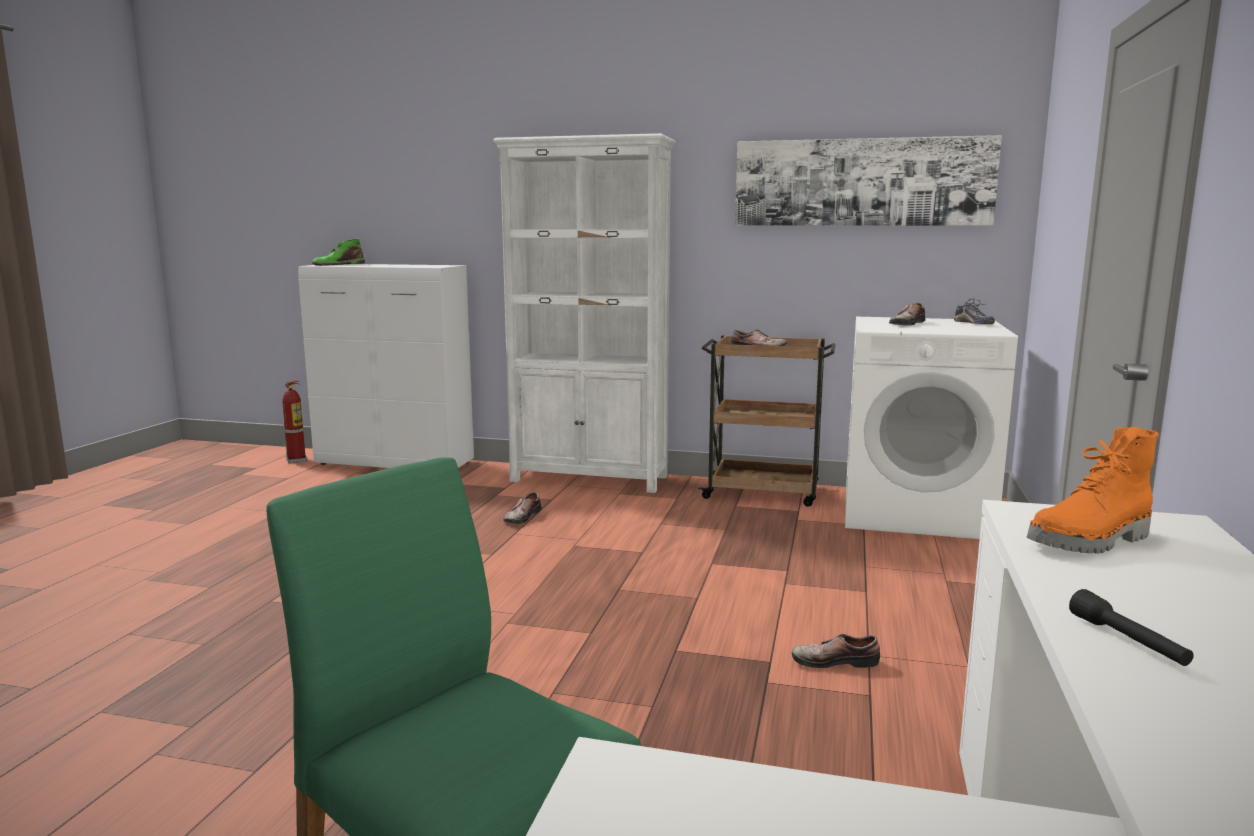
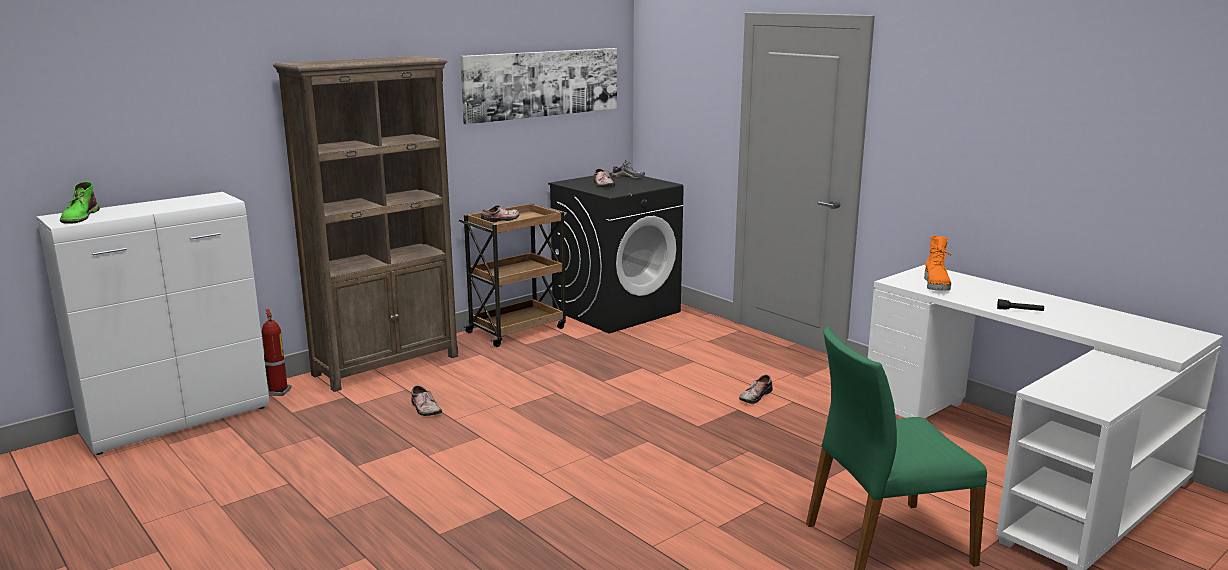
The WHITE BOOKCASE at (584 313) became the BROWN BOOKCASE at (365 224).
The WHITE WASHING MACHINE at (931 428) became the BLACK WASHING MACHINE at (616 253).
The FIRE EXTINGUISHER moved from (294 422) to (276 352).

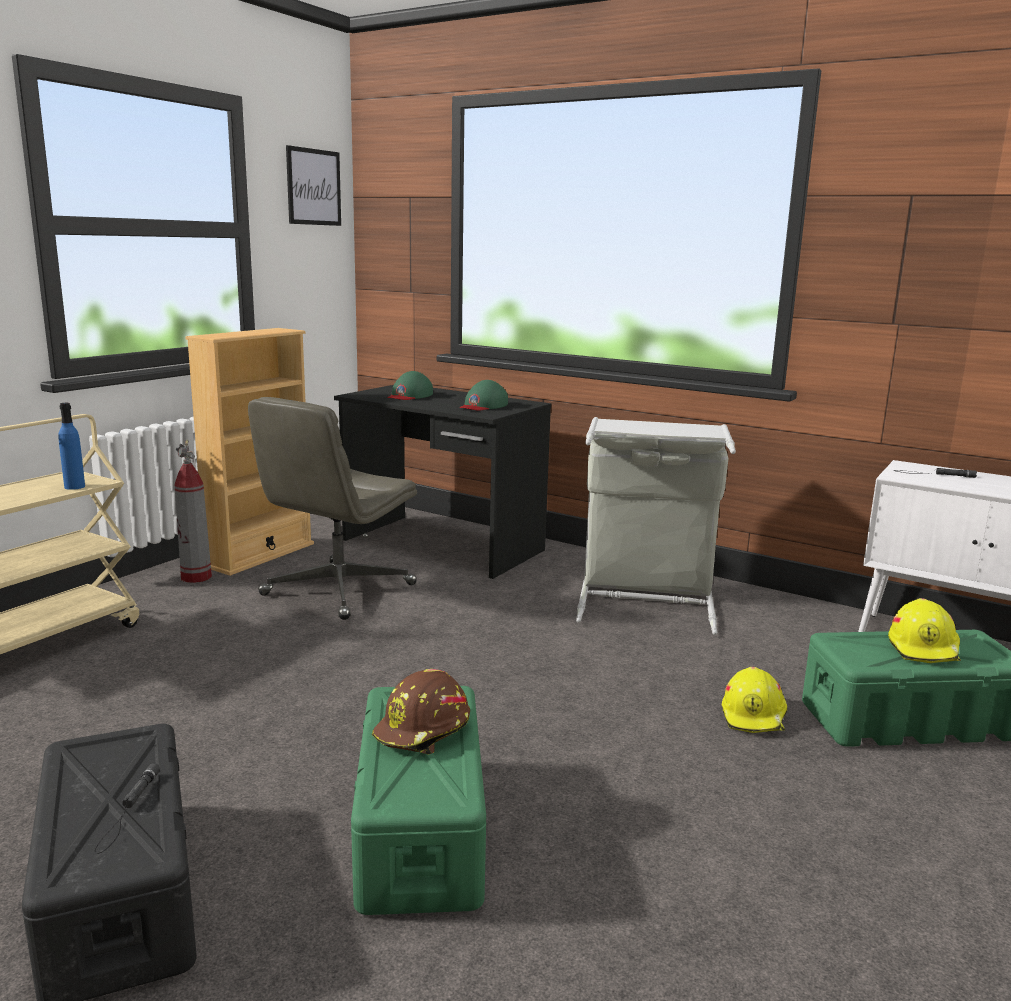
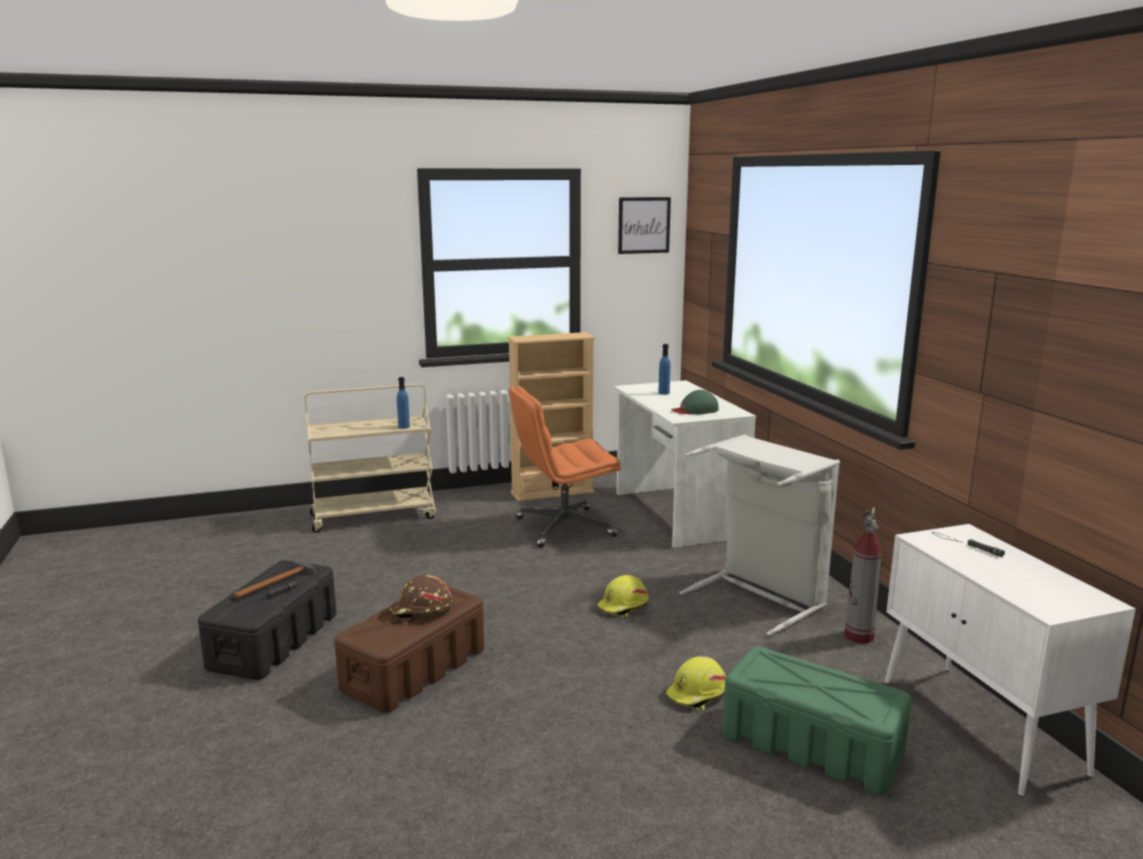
The GREEN CAP at (410 385) was replaced by the BLUE BOTTLE at (664 369).
The BLACK DESK at (442 482) became the WHITE DESK at (685 464).
The GREY OFFICE CHAIR at (332 508) became the ORANGE OFFICE CHAIR at (565 466).
The FIRE EXTINGUISHER moved from (193 511) to (863 575).
The YELLOW HARD HAT moved from (924 630) to (623 596).
The GREEN STORAGE BOX at (418 800) became the BROWN STORAGE BOX at (409 649).
The HAMMER at (274 579) appeared.

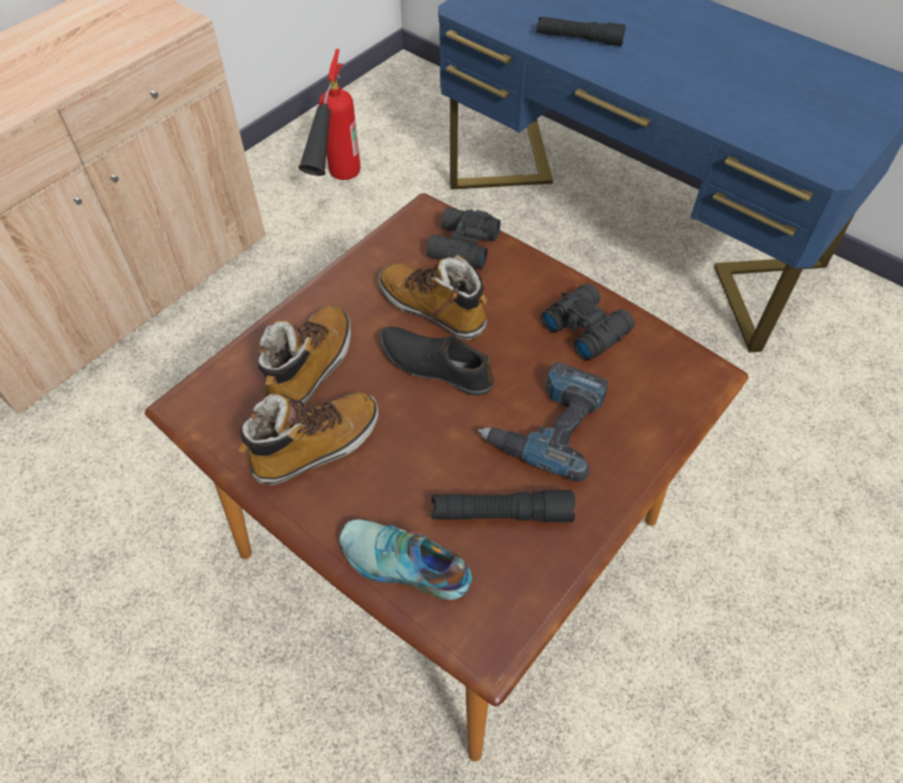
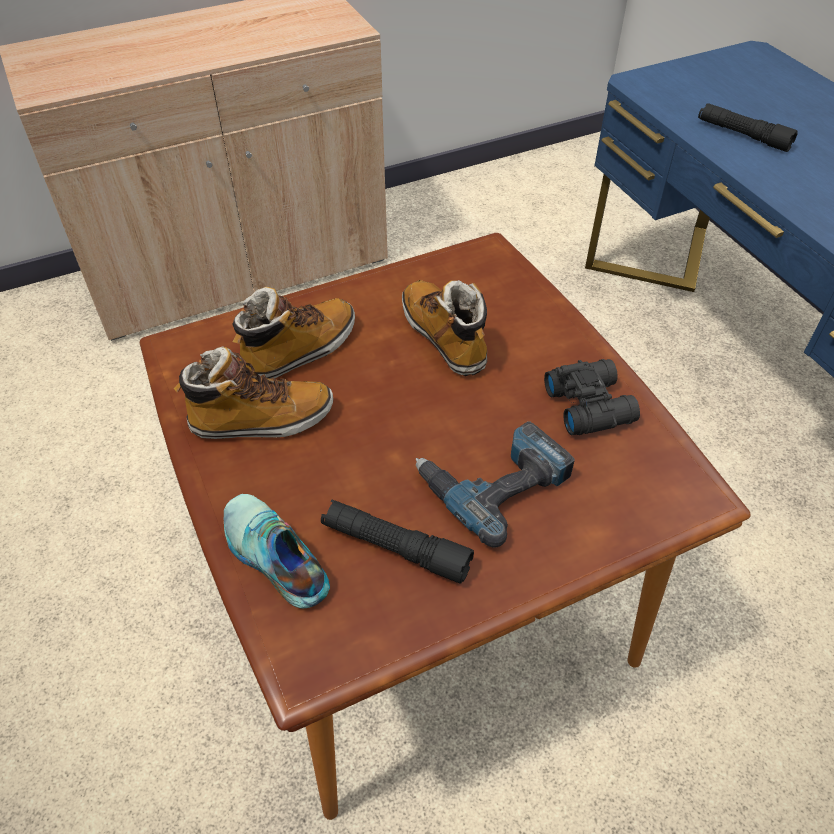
The FIRE EXTINGUISHER at (329 114) disappeared.
The BLACK BINOCULARS at (463 238) disappeared.
The BLACK SHOE at (437 361) disappeared.

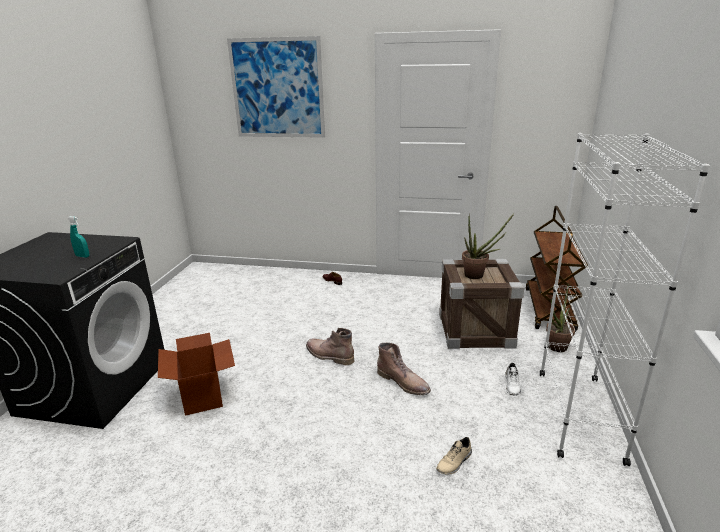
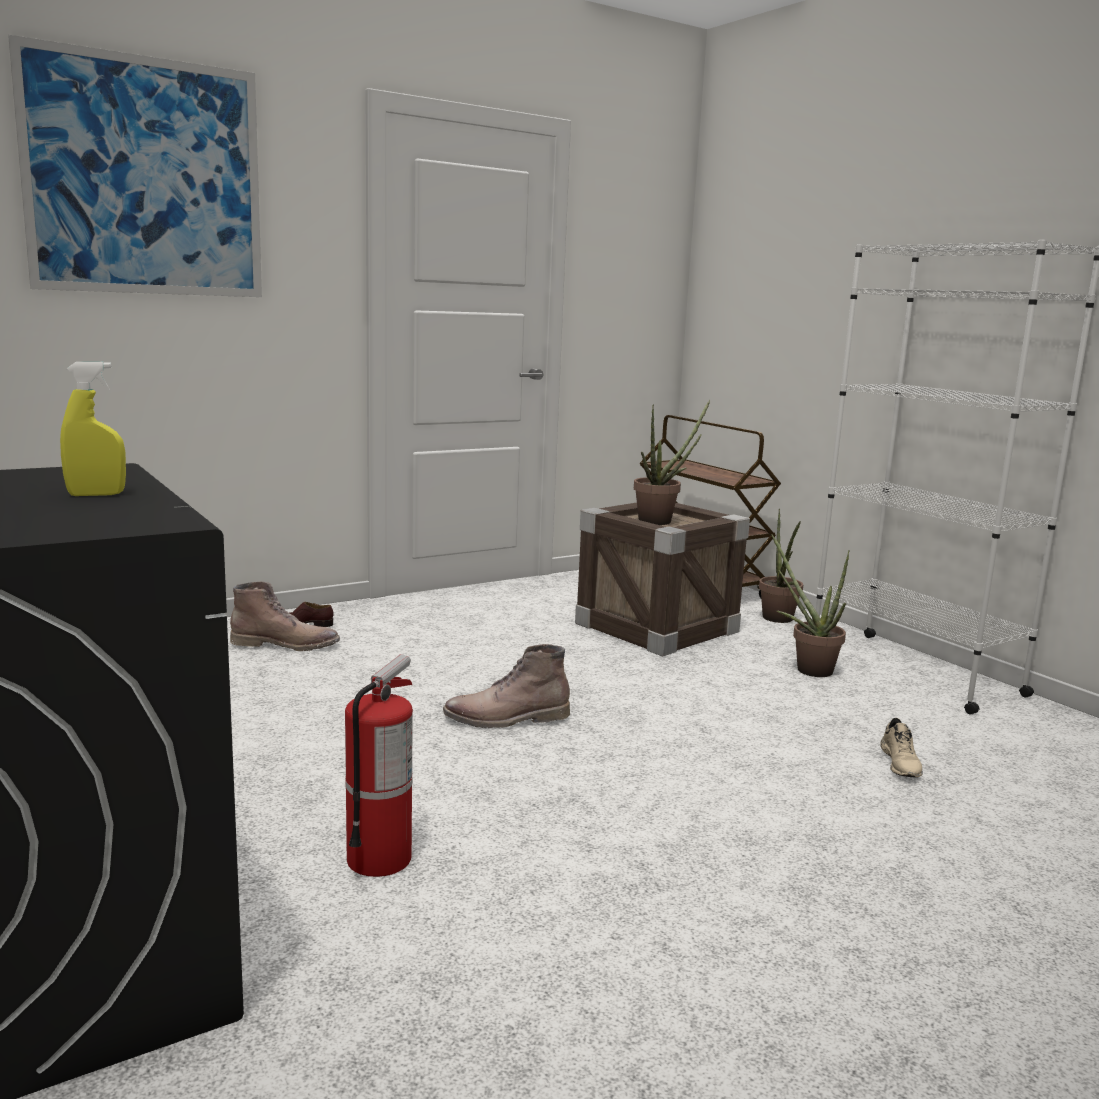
The TURQUOISE SPRAY BOTTLE at (78 237) became the YELLOW SPRAY BOTTLE at (93 429).
The CARDBOARD BOX at (196 374) was replaced by the FIRE EXTINGUISHER at (379 765).
The BROWN BOOT moved from (404 369) to (285 616).
The WHITE SHOE at (513 379) was replaced by the POTTED PLANT at (810 605).

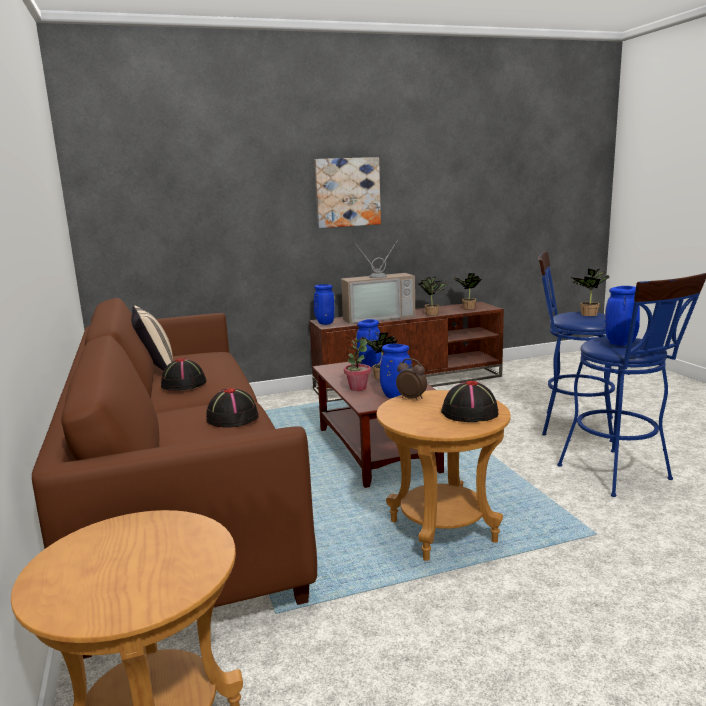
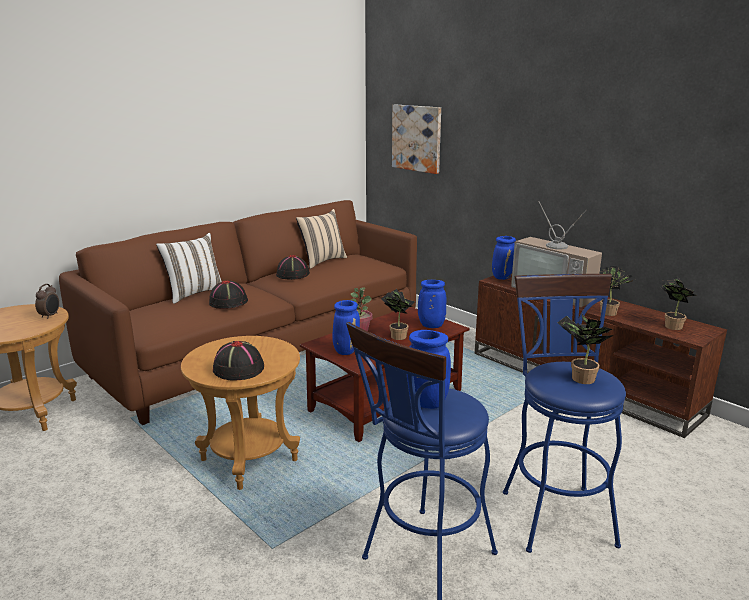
The PICTURE moved from (347 192) to (416 139).
The ALARM CLOCK moved from (411 379) to (47 301).
The WHITE PILLOW at (189 268) appeared.

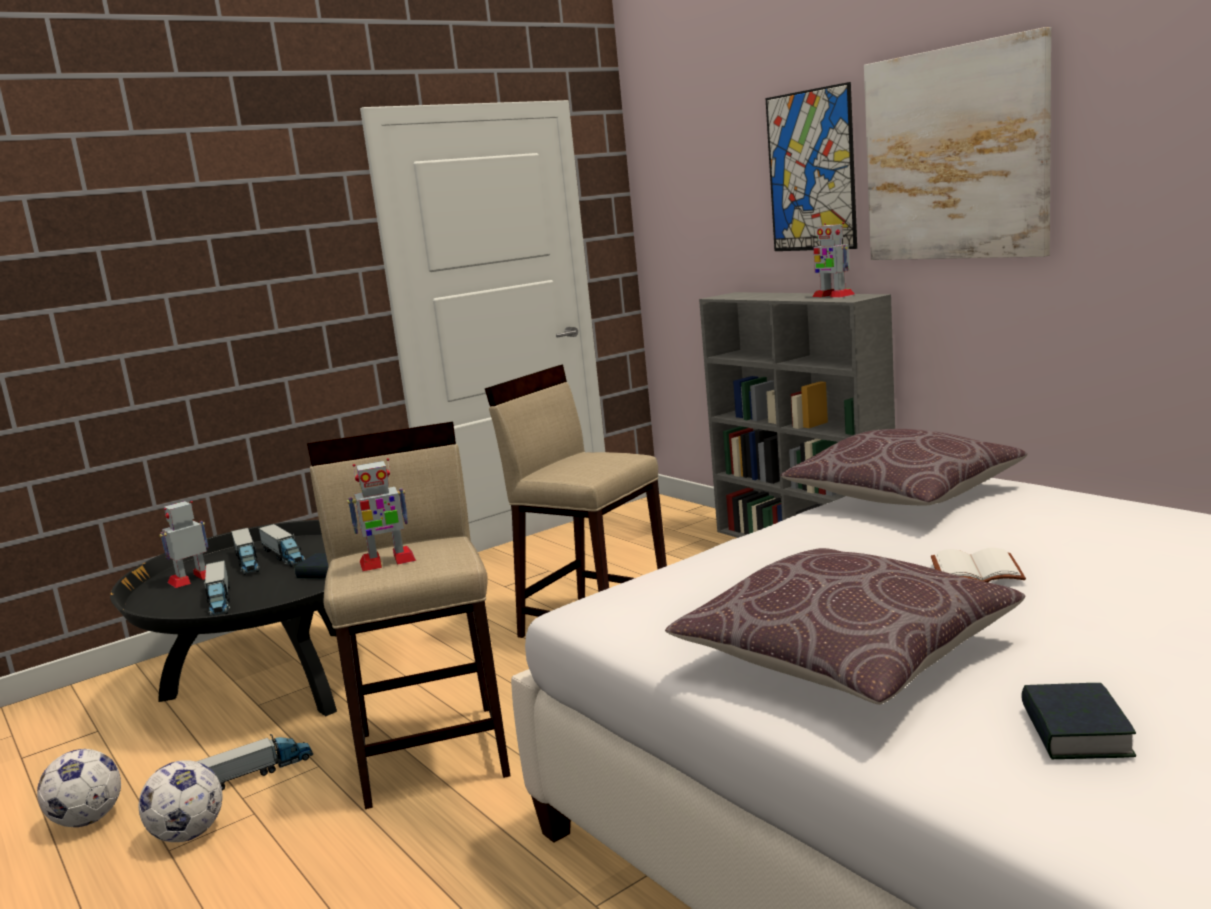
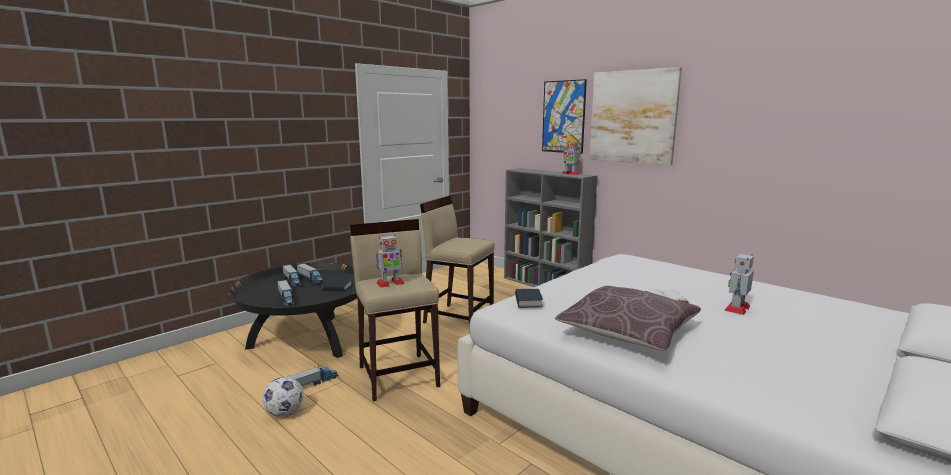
The BROWN PILLOW at (904 467) disappeared.
The TOY ROBOT moved from (183 544) to (739 284).
The BOOK moved from (1078 721) to (529 298).
The FOOTBALL at (79 788) disappeared.

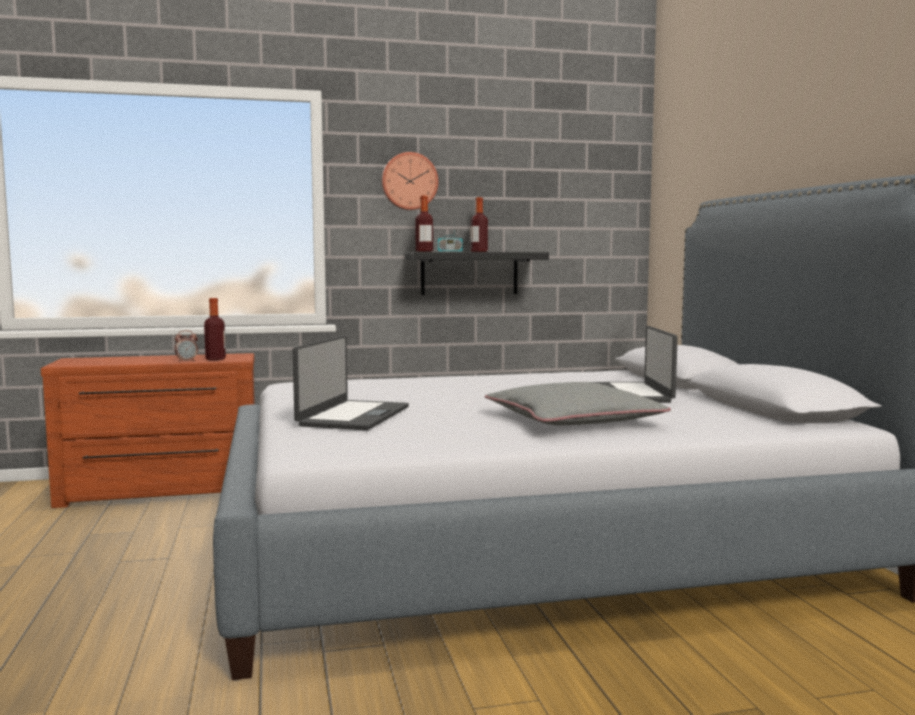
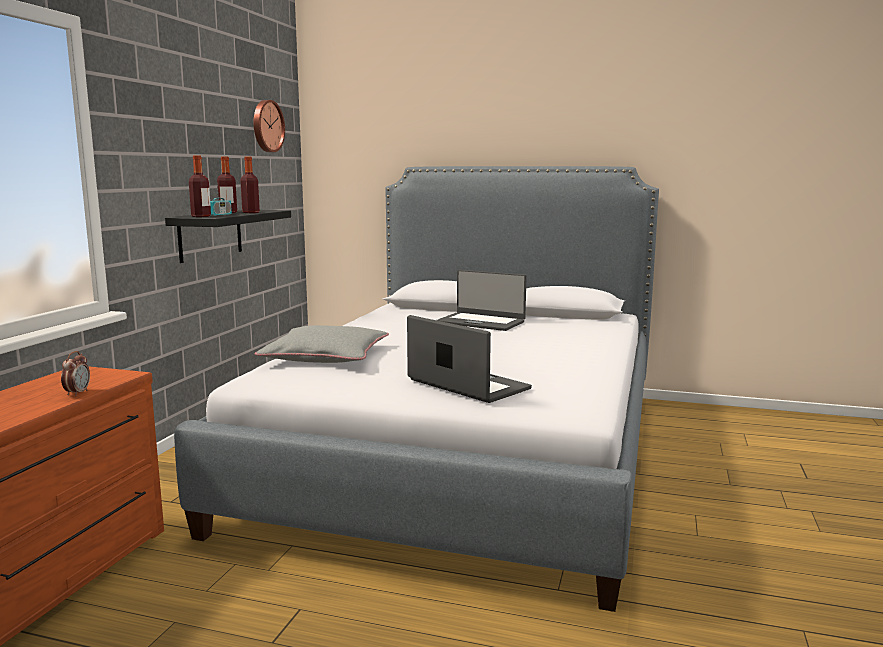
The WALL CLOCK moved from (410 181) to (269 126).
The BOTTLE moved from (215 329) to (250 185).
The GREY PILLOW moved from (578 403) to (321 344).

